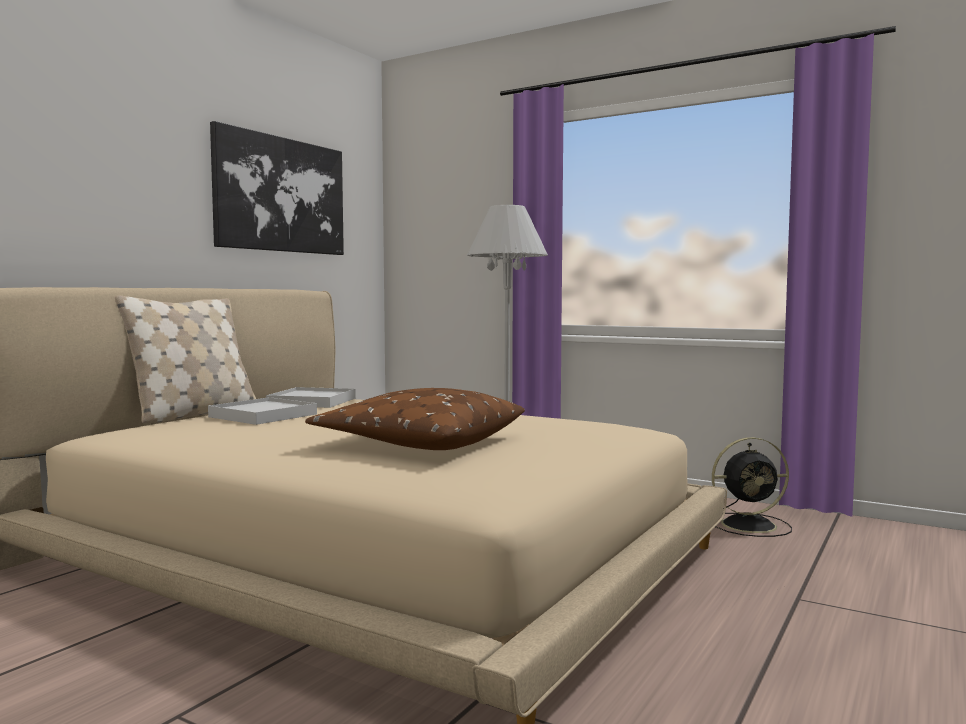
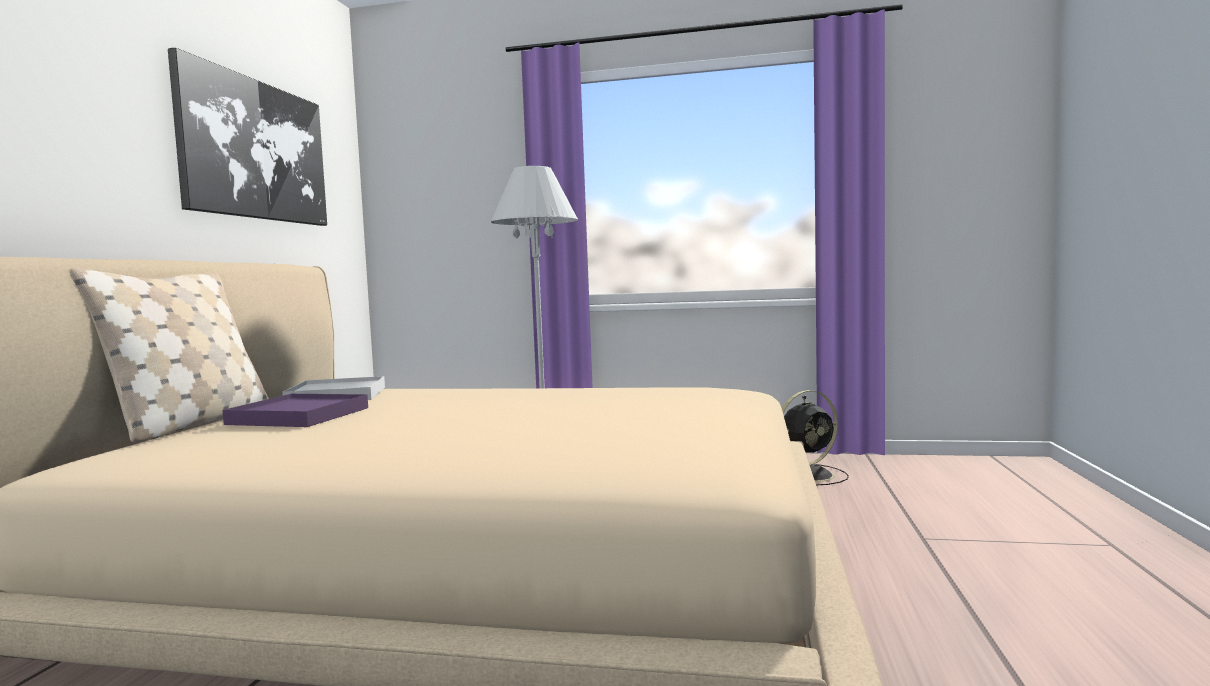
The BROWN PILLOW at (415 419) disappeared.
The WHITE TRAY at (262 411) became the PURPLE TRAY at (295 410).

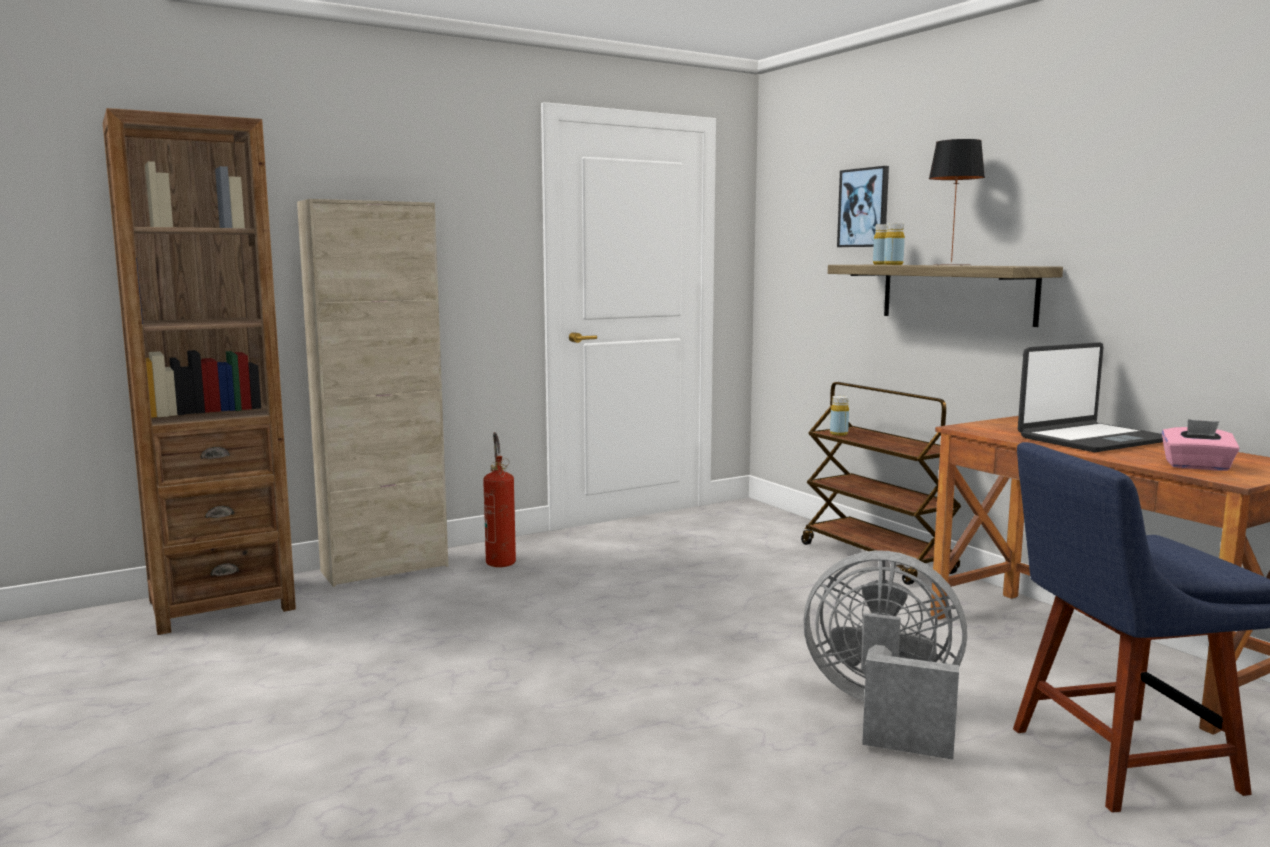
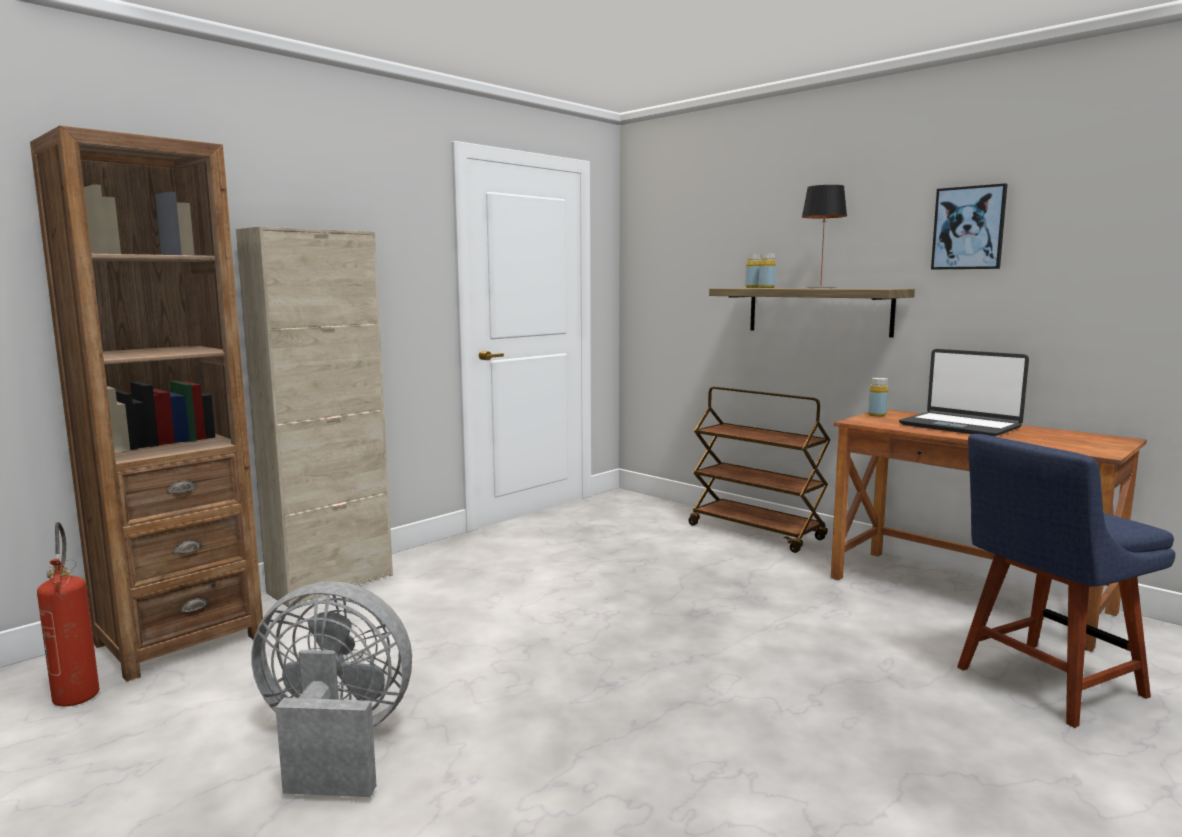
The PICTURE moved from (863 206) to (969 226).
The LAPTOP at (1090 397) turned 90 degrees clockwise.
The YELLOW BOTTLE moved from (839 416) to (878 397).
The PINK TISSUE BOX at (1201 445) disappeared.
The FIRE EXTINGUISHER moved from (499 499) to (68 614).
The GREY FAN moved from (885 655) to (331 689).

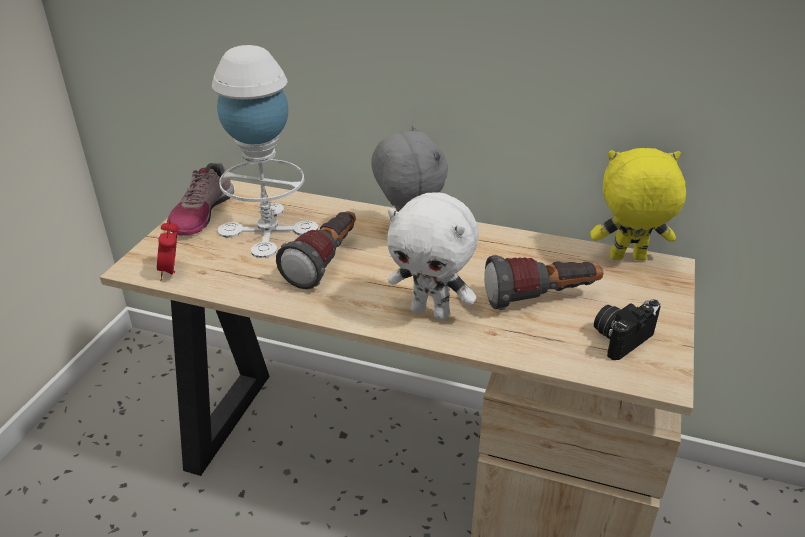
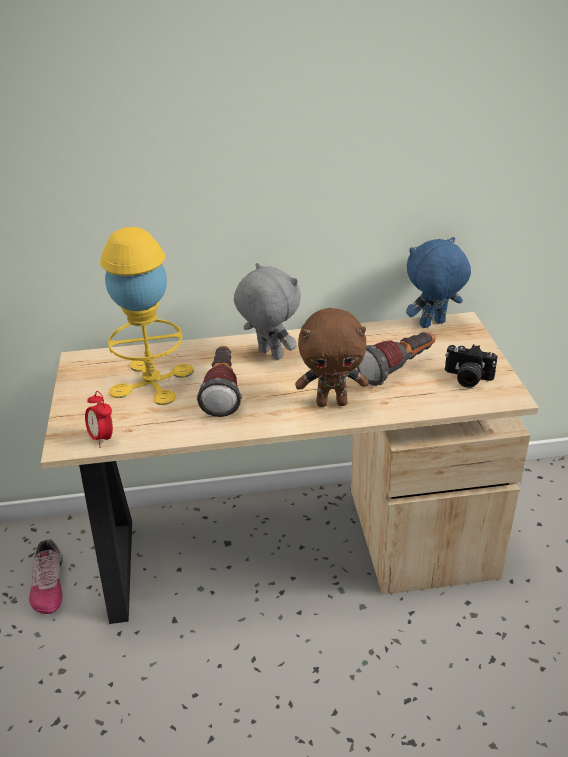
The WHITE TABLE LAMP at (265 151) became the YELLOW TABLE LAMP at (147 316).
The YELLOW PLUSH TOY at (638 204) became the BLUE PLUSH TOY at (438 282).
The SHOE moved from (200 199) to (46 576).
The WHITE PLUSH TOY at (433 257) became the BROWN PLUSH TOY at (332 357).
The PHOTO CAMERA at (627 329) turned 90 degrees counterclockwise.

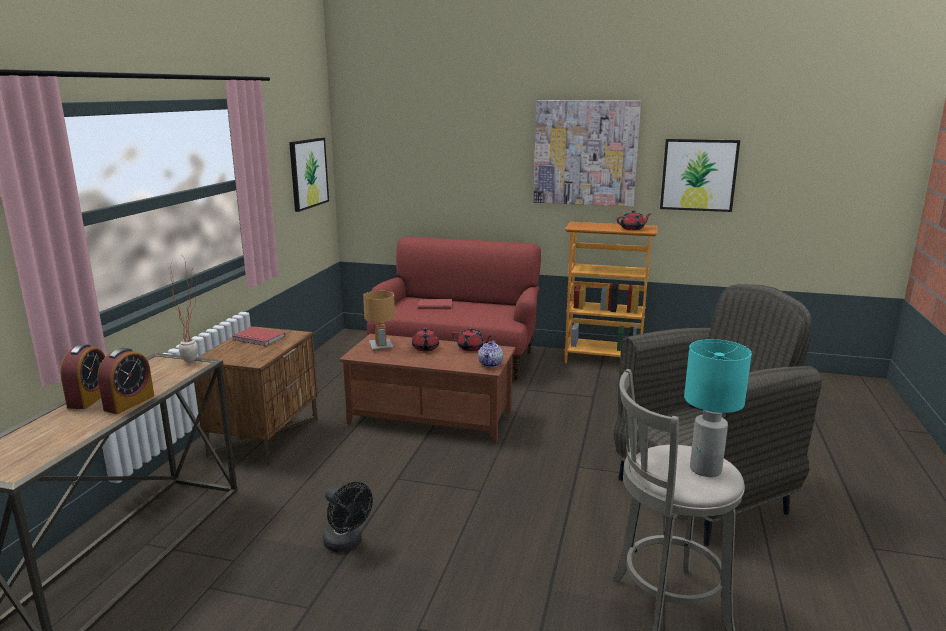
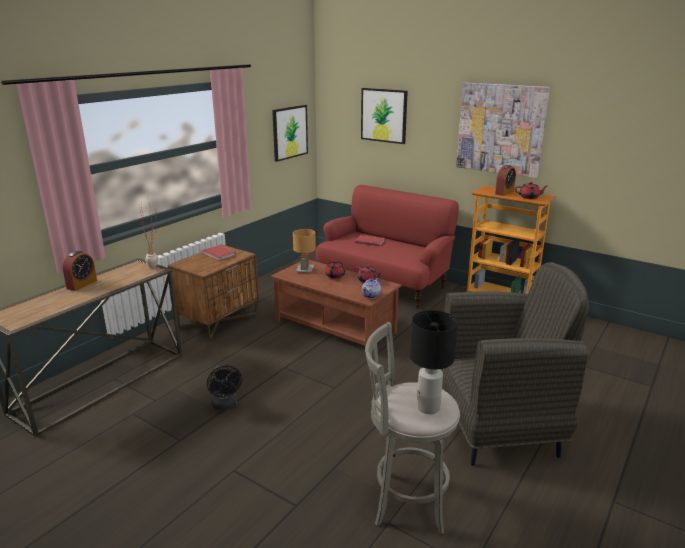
The PICTURE moved from (700 175) to (384 116).
The TURQUOISE TABLE LAMP at (718 408) became the BLACK TABLE LAMP at (434 362).
The ALARM CLOCK moved from (126 381) to (505 180).

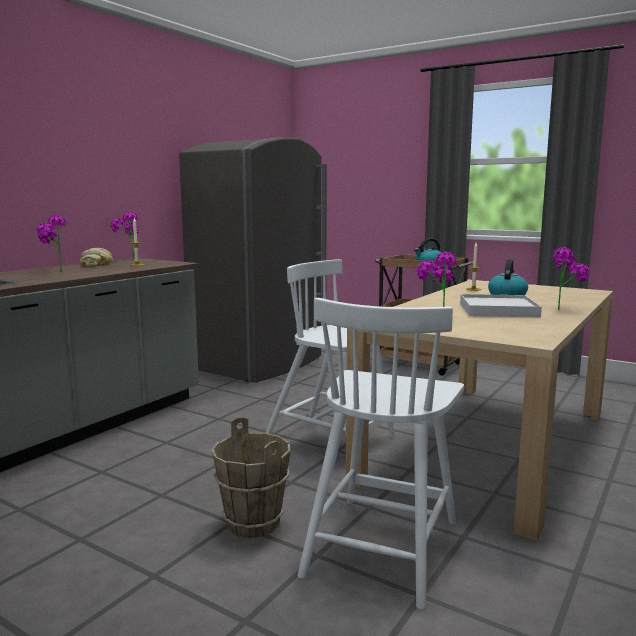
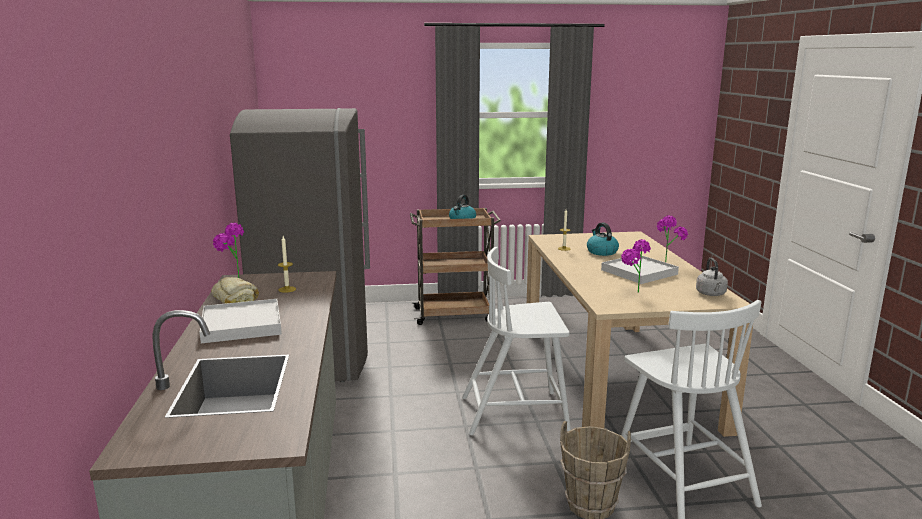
The POTTED PLANT at (52 243) was replaced by the WHITE TRAY at (241 321).
The GREY KETTLE at (712 277) appeared.

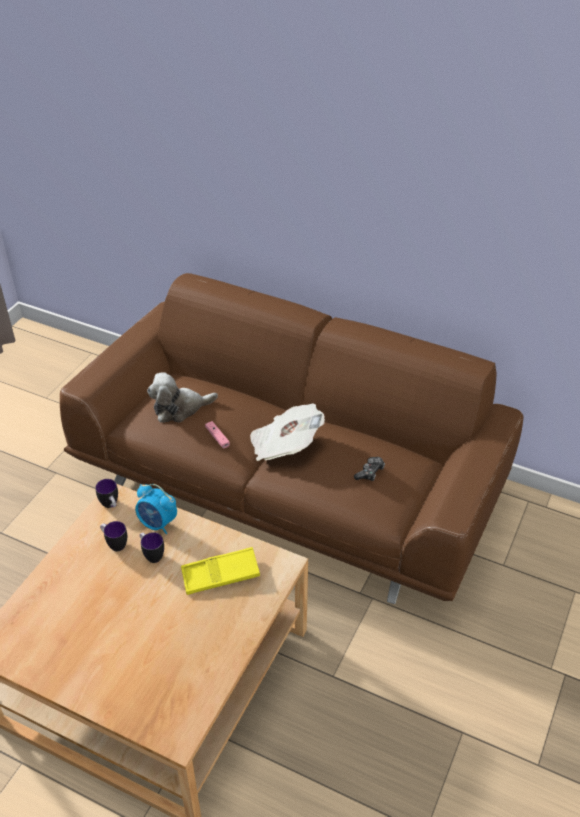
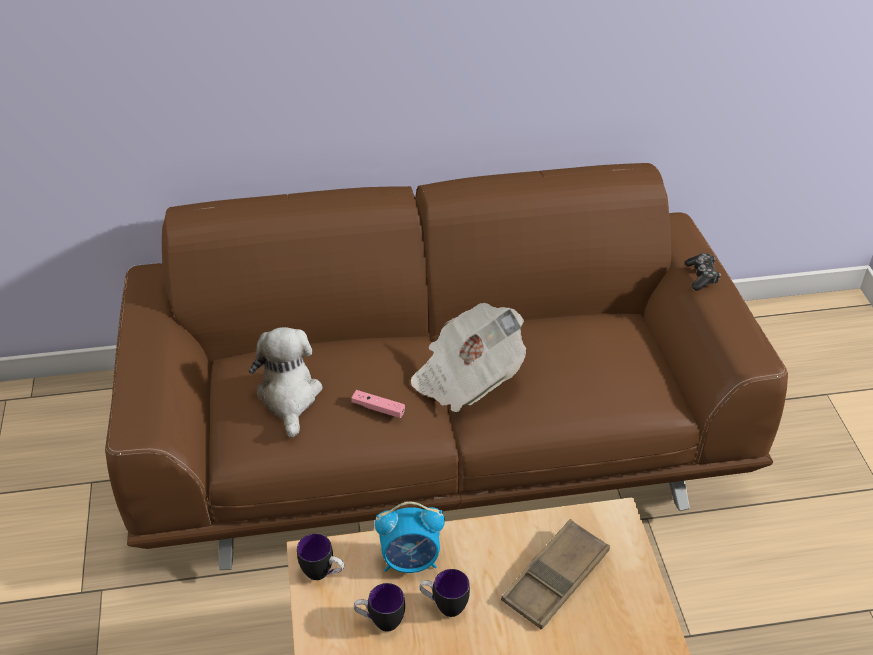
The PLUSH TOY at (182 397) turned 135 degrees clockwise.
The GAME CONTROLLER moved from (369 469) to (703 272).
The YELLOW TRAY at (220 571) became the BROWN TRAY at (555 574).

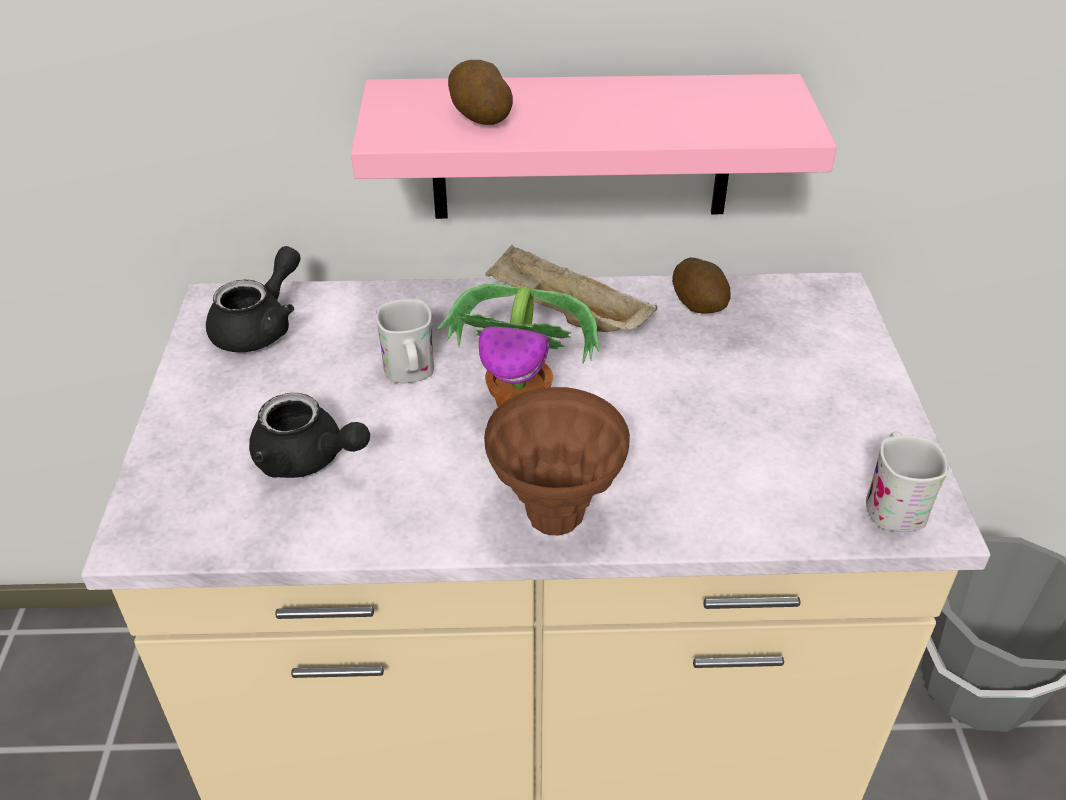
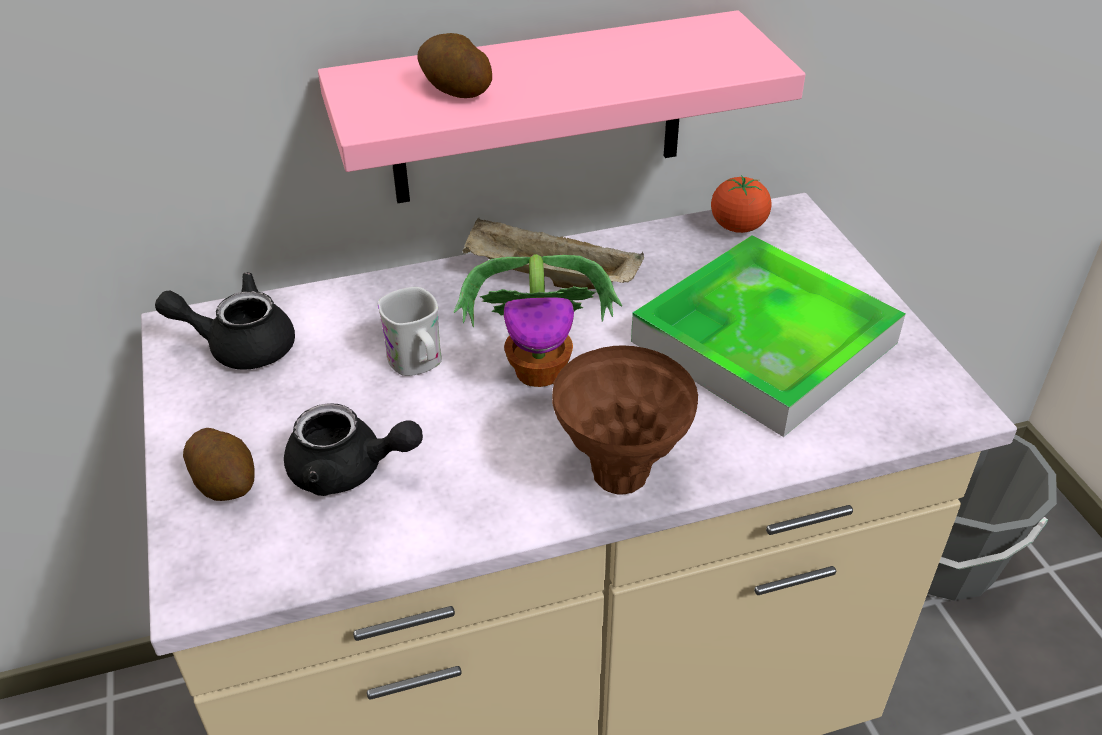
The BLACK TEAPOT at (253 299) turned 105 degrees counterclockwise.
The POTATO moved from (701 286) to (218 464).
The WHITE MUG at (907 482) disappeared.
The TOMATO at (741 204) appeared.
The TRAY at (768 336) appeared.

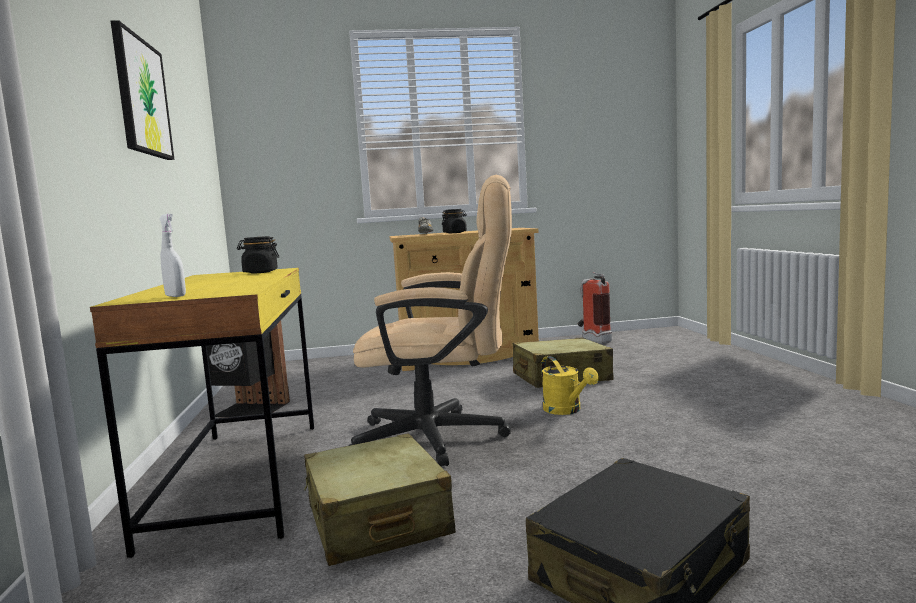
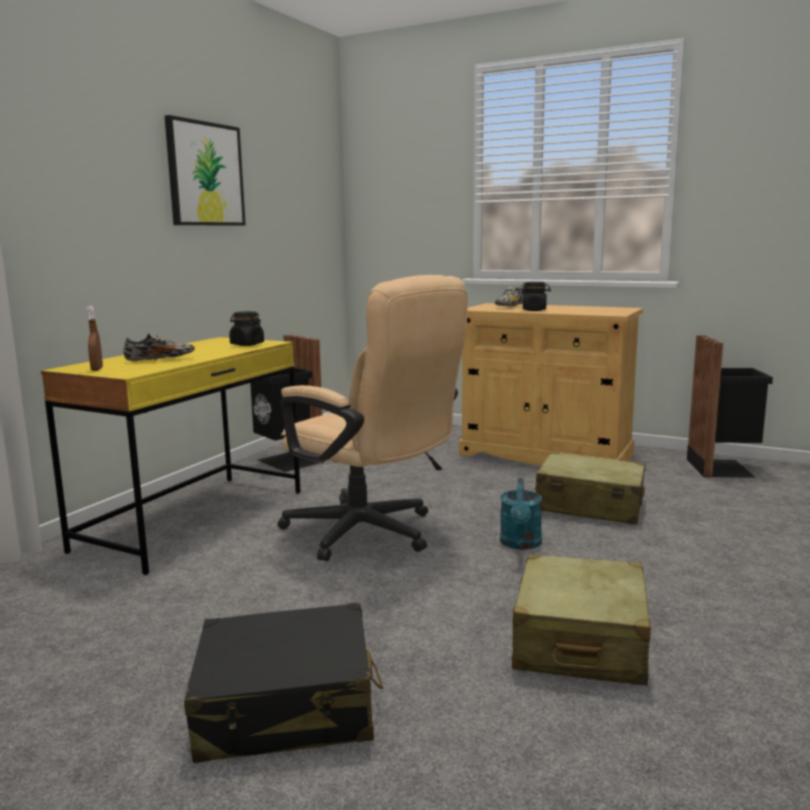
The WHITE SPRAY BOTTLE at (172 255) became the BROWN SPRAY BOTTLE at (95 338).
The FIRE EXTINGUISHER at (595 308) was replaced by the BLACK TRASH CAN at (730 406).
The YELLOW WATERING CAN at (570 385) became the TURQUOISE WATERING CAN at (521 514).
The BEIGE SUITCASE moved from (380 499) to (581 619).
The SHOE at (159 347) appeared.

